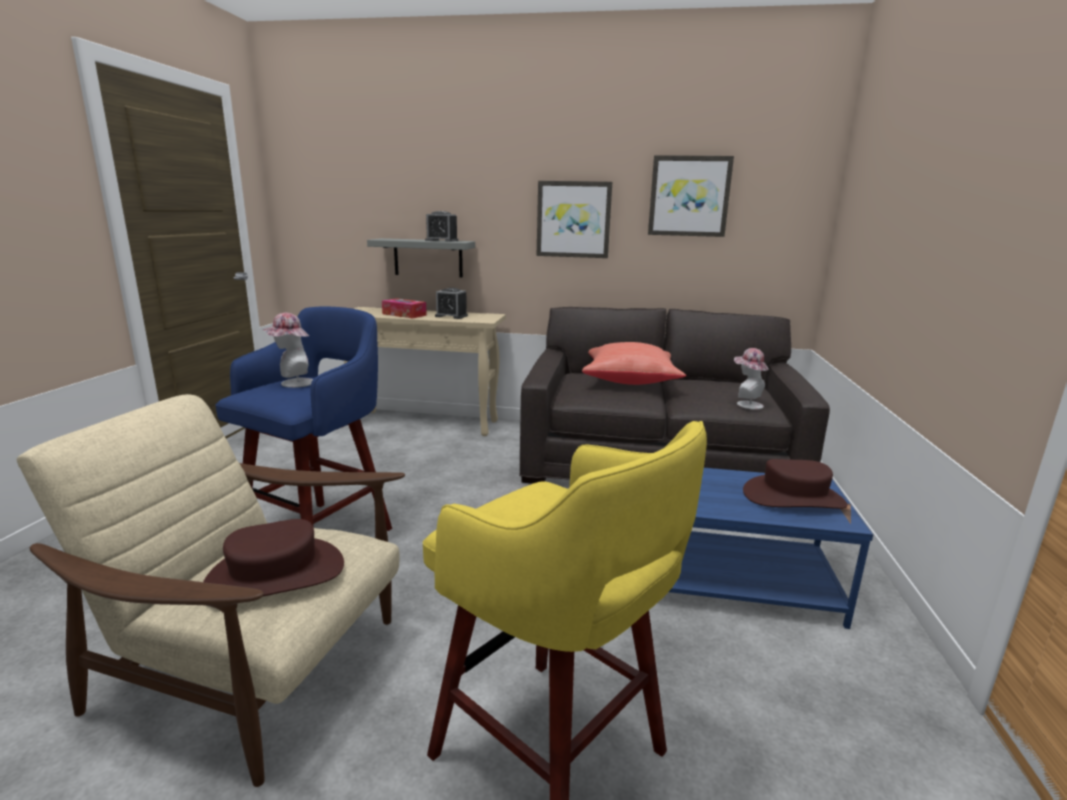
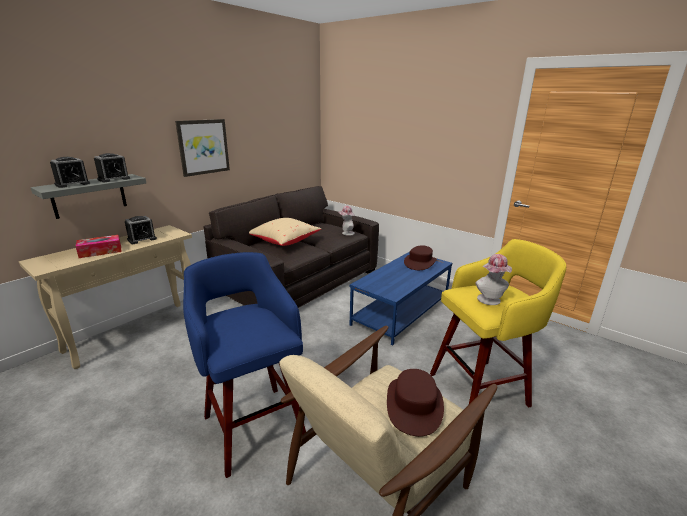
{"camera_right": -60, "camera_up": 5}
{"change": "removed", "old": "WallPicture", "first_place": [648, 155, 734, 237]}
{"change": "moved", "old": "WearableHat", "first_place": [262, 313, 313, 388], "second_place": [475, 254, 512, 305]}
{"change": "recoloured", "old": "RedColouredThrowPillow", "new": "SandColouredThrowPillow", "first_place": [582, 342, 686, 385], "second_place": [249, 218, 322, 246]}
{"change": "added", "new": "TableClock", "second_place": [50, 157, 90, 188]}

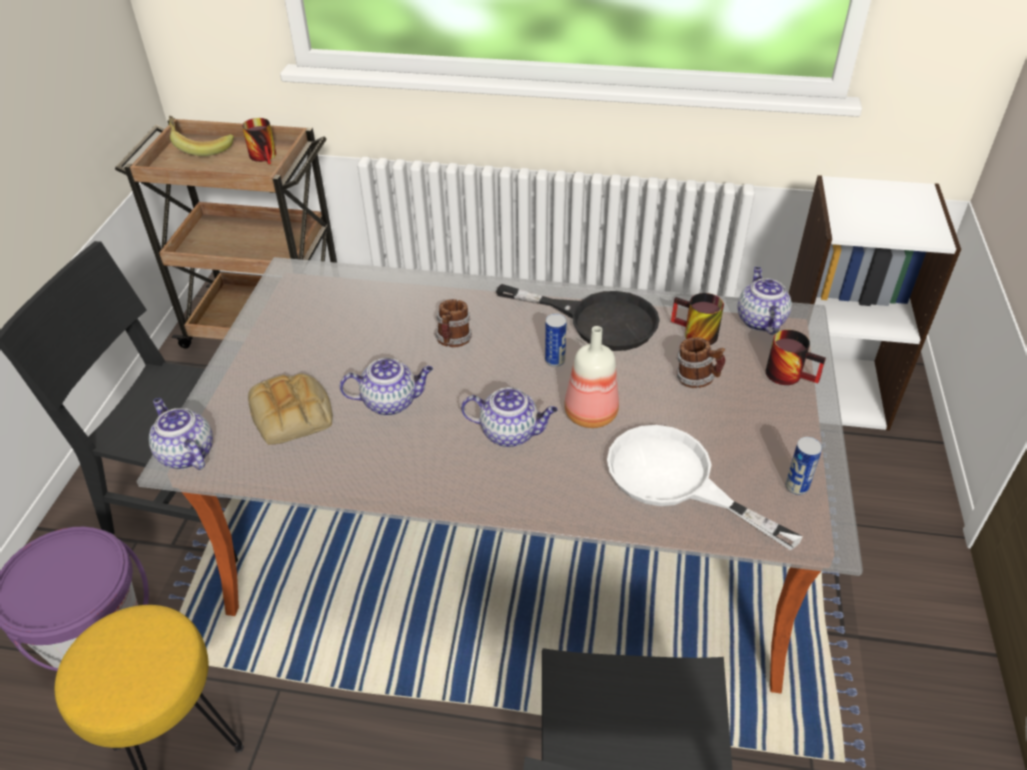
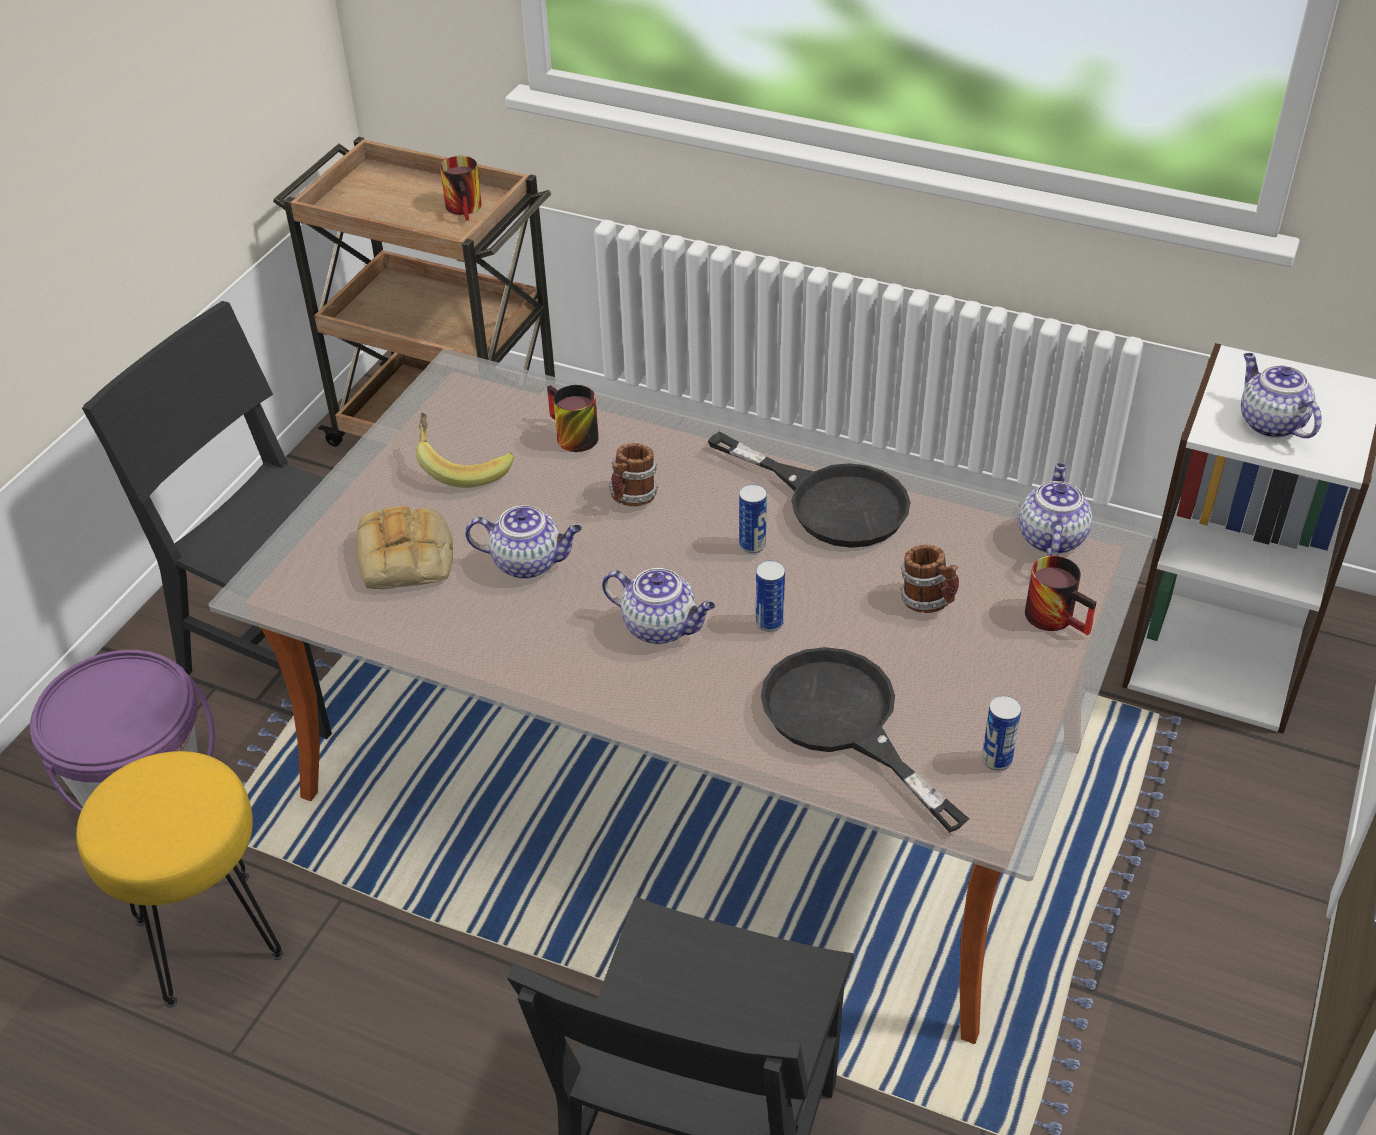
{"camera_right": 15, "camera_up": 0}
{"change": "moved", "old": "BananaFruit", "first_place": [169, 116, 234, 156], "second_place": [416, 413, 514, 488]}
{"change": "moved", "old": "TeaMug", "first_place": [671, 293, 724, 345], "second_place": [547, 385, 599, 452]}
{"change": "replaced", "old": "BeverageBottle", "new": "SealedCan", "first_place": [564, 326, 619, 428], "second_place": [756, 560, 785, 632]}
{"change": "moved", "old": "TeaPot", "first_place": [149, 398, 213, 470], "second_place": [1241, 353, 1322, 438]}
{"change": "recoloured", "old": "WhitishFryingPan", "new": "BlackFryingPan", "first_place": [607, 425, 803, 550], "second_place": [761, 647, 969, 833]}

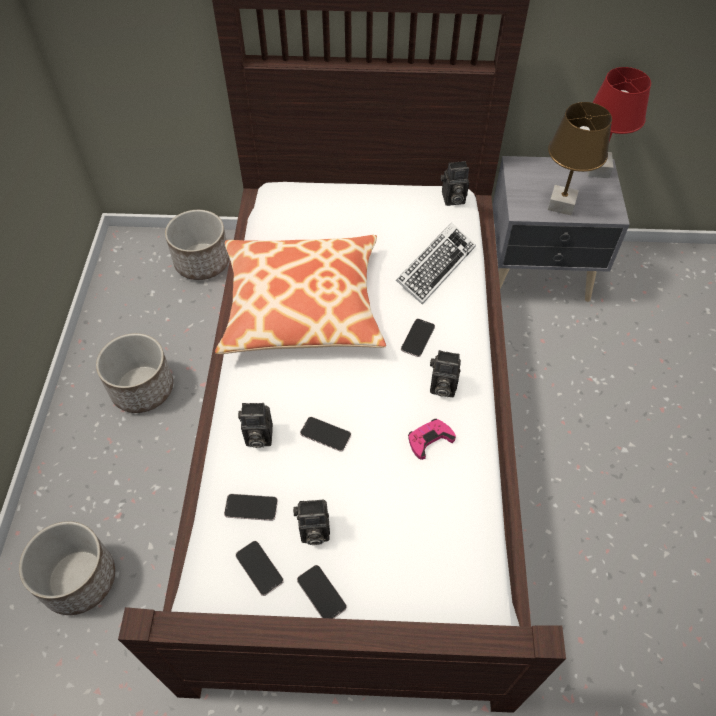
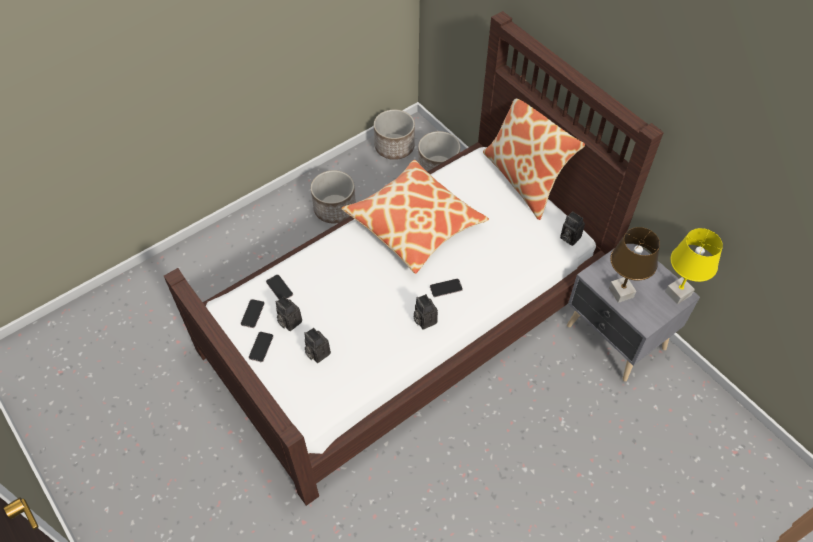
{"camera_right": 50, "camera_up": 0}
{"change": "recoloured", "old": "RedColouredTabletopLamp", "new": "YellowTabletopLamp", "first_place": [588, 67, 651, 178], "second_place": [665, 228, 723, 304]}
{"change": "removed", "old": "Keyboard", "first_place": [396, 222, 476, 304]}
{"change": "moved", "old": "PhotoCamera", "first_place": [238, 403, 273, 448], "second_place": [304, 328, 331, 363]}
{"change": "removed", "old": "Handset", "first_place": [300, 417, 351, 452]}
{"change": "removed", "old": "PinkColouredGameController", "first_place": [408, 419, 456, 460]}
{"change": "moved", "old": "Planter", "first_place": [19, 521, 115, 615], "second_place": [374, 109, 415, 160]}
{"change": "added", "new": "ThrowPillow", "second_place": [483, 99, 585, 220]}

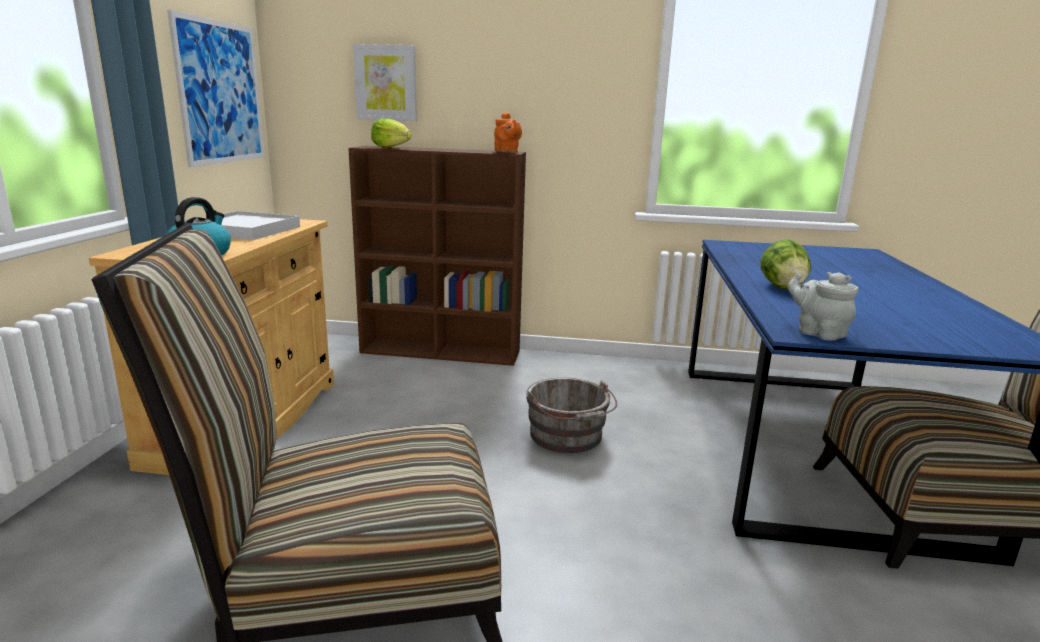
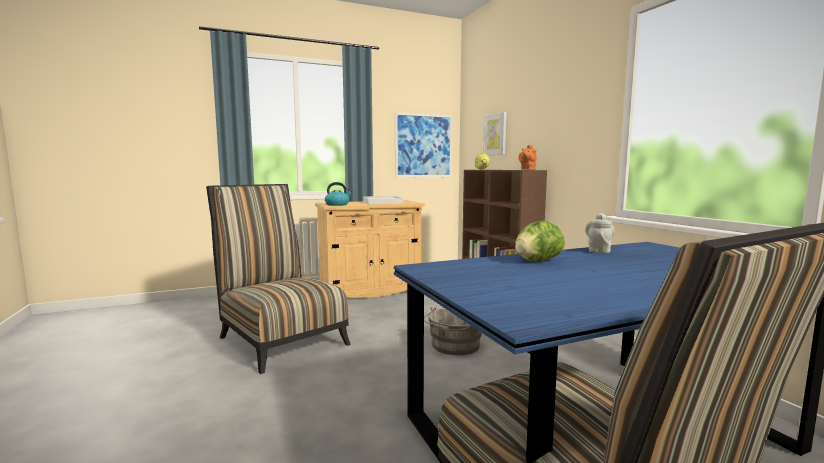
{"camera_right": 60, "camera_up": -10}
{"change": "moved", "old": "GrayTeaPot", "first_place": [788, 272, 858, 341], "second_place": [585, 213, 615, 253]}

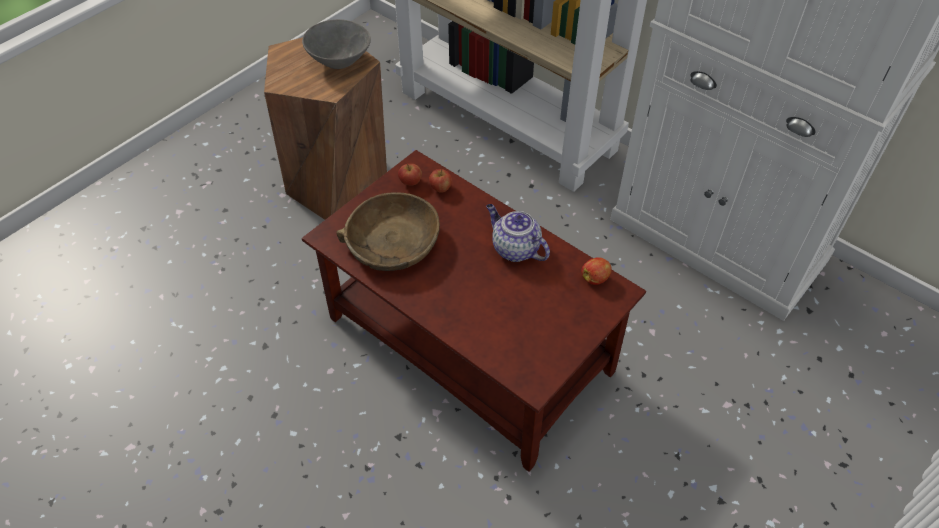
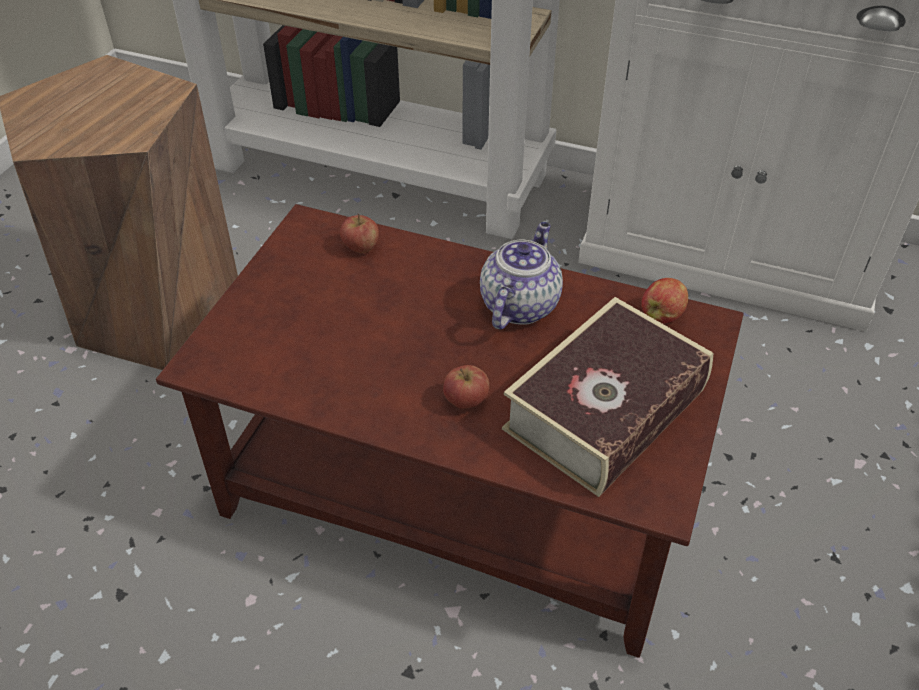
{"camera_right": -20, "camera_up": -5}
{"change": "removed", "old": "GrayBowl", "first_place": [302, 19, 371, 69]}
{"change": "moved", "old": "Apple", "first_place": [398, 164, 422, 186], "second_place": [443, 365, 489, 409]}
{"change": "removed", "old": "BrownishBowl", "first_place": [336, 192, 440, 271]}
{"change": "turned", "old": "TeaPot", "first_place": [486, 204, 550, 262], "second_place": [480, 222, 563, 330], "degrees": 90}
{"change": "added", "new": "BoundBook", "second_place": [502, 297, 713, 497]}

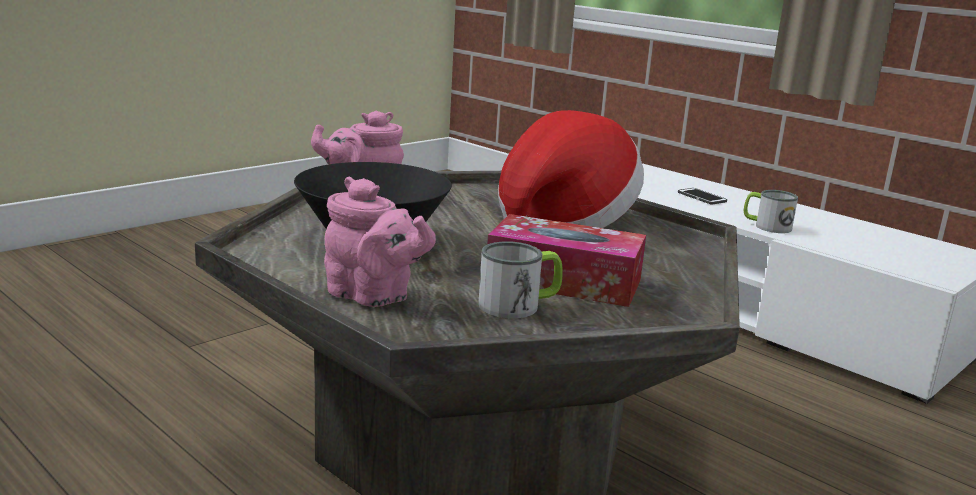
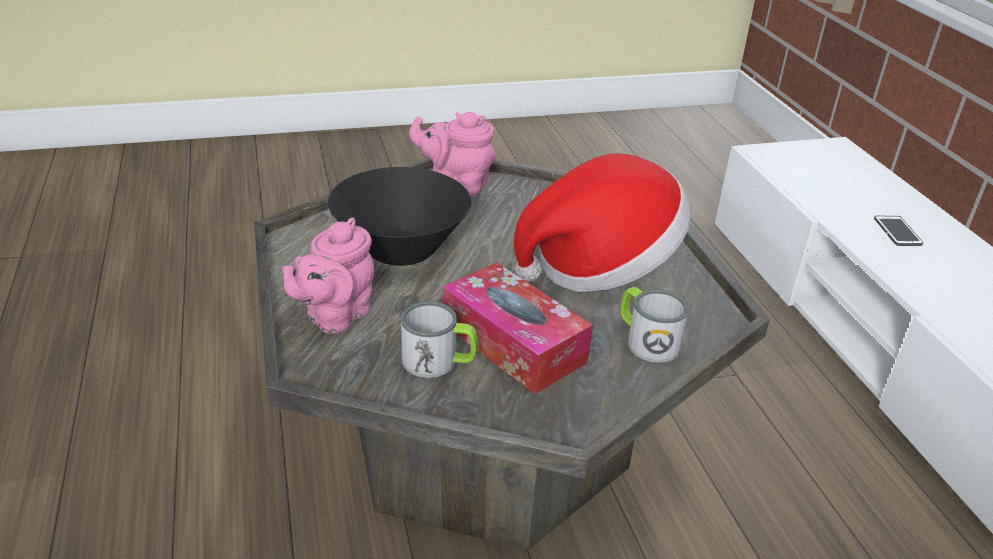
{"camera_right": 30, "camera_up": 15}
{"change": "turned", "old": "PinkColouredTeaPot", "first_place": [324, 177, 436, 307], "second_place": [282, 218, 374, 334], "degrees": 60}
{"change": "moved", "old": "TeaMug", "first_place": [744, 190, 798, 233], "second_place": [620, 287, 688, 363]}

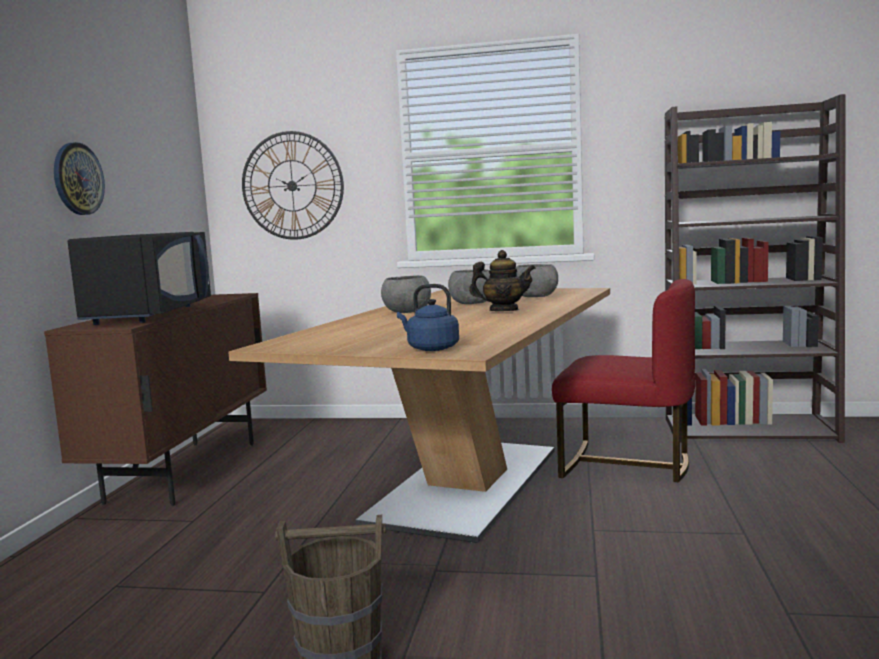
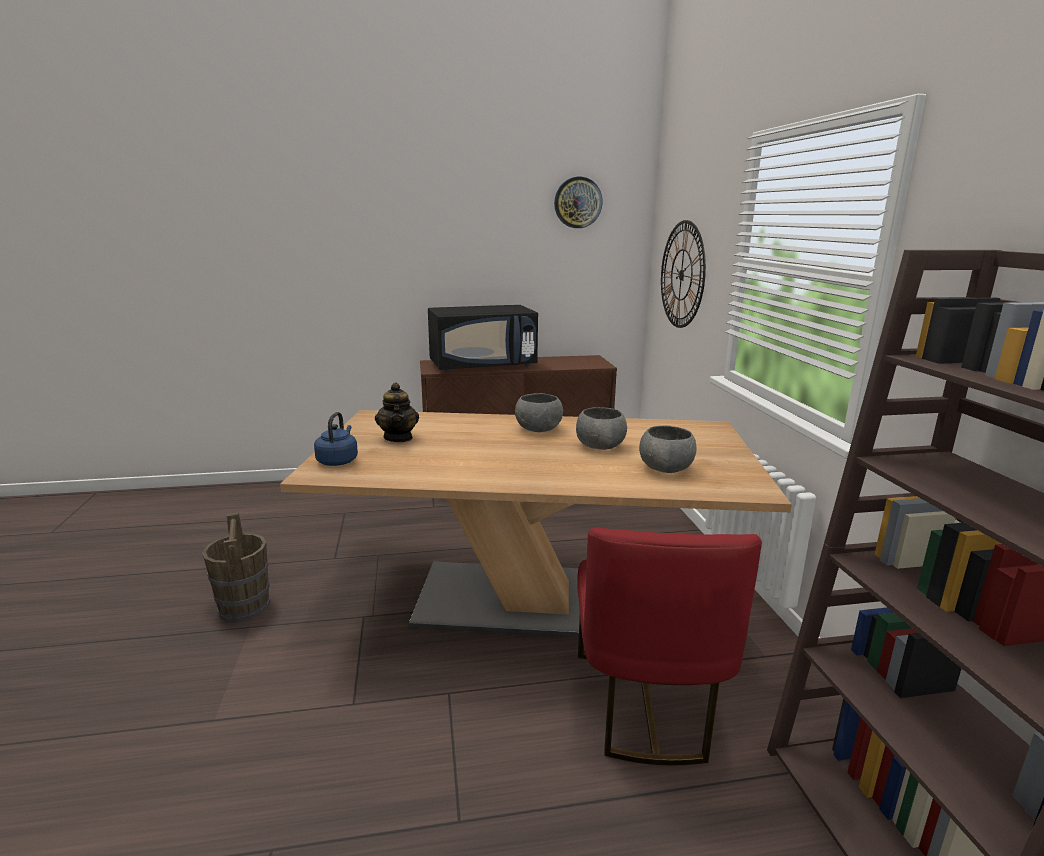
{"camera_right": 70, "camera_up": 10}
{"change": "moved", "old": "WallClock", "first_place": [54, 142, 105, 215], "second_place": [554, 177, 603, 228]}
{"change": "moved", "old": "TeaPot", "first_place": [469, 250, 536, 311], "second_place": [375, 382, 419, 442]}

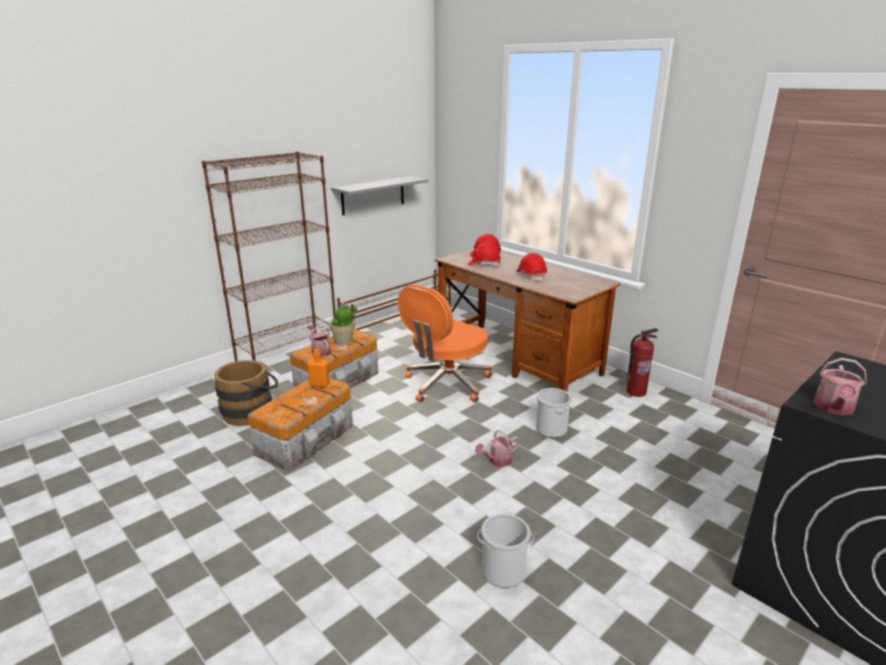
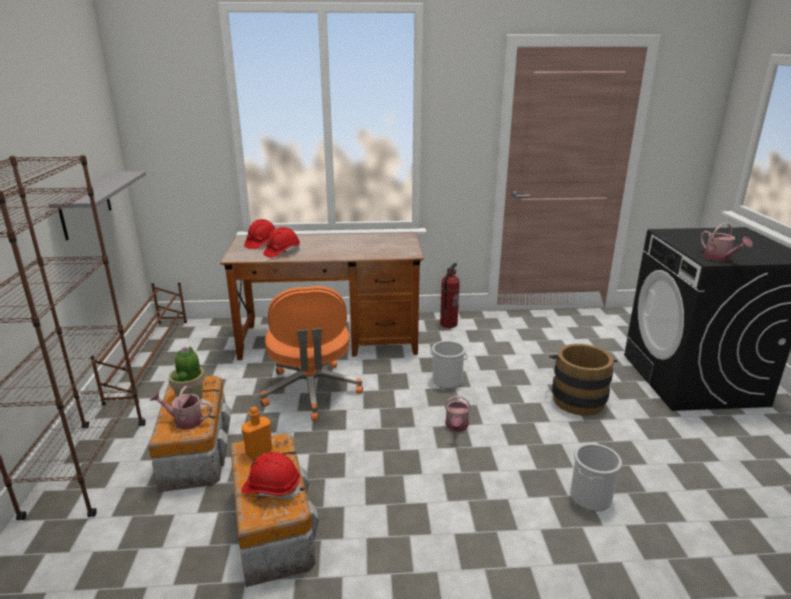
{"camera_right": -50, "camera_up": 0}
{"change": "moved", "old": "RedColouredHardHat", "first_place": [516, 253, 547, 281], "second_place": [242, 452, 301, 500]}
{"change": "moved", "old": "BrownishWaterBucket", "first_place": [214, 360, 278, 426], "second_place": [549, 344, 617, 416]}

